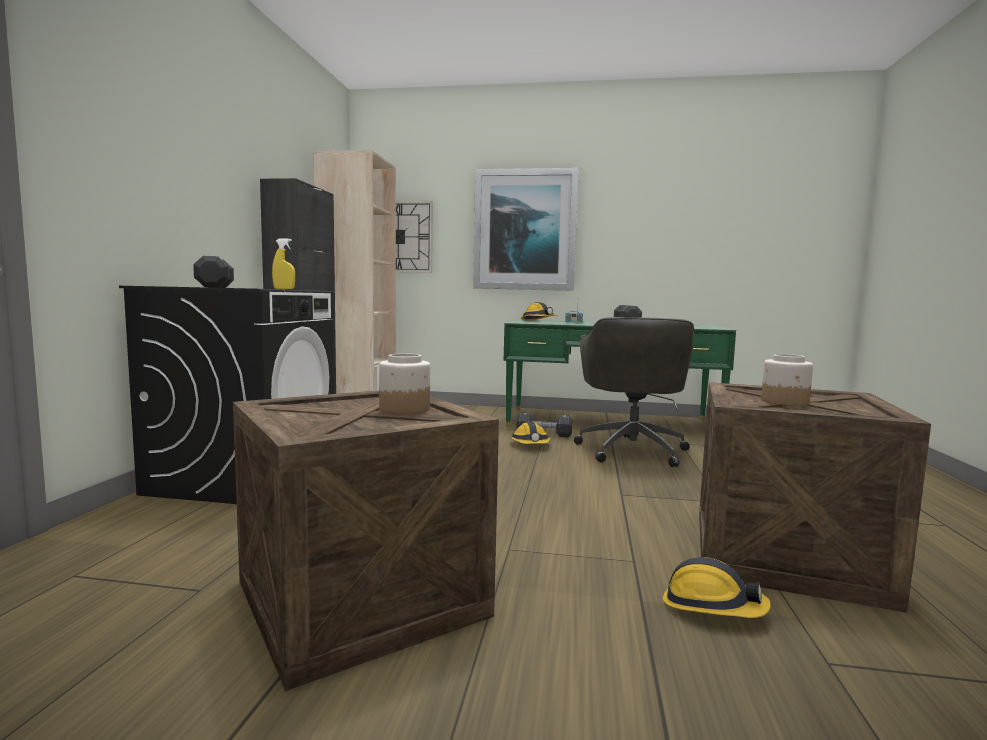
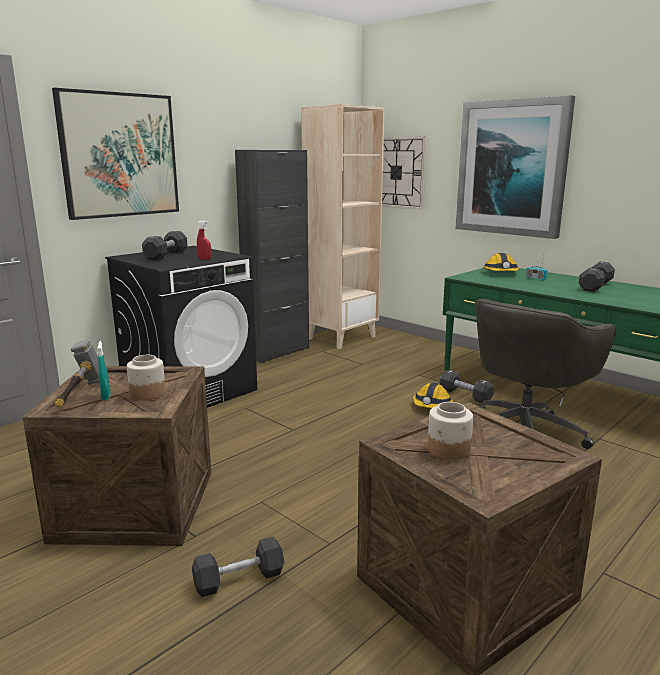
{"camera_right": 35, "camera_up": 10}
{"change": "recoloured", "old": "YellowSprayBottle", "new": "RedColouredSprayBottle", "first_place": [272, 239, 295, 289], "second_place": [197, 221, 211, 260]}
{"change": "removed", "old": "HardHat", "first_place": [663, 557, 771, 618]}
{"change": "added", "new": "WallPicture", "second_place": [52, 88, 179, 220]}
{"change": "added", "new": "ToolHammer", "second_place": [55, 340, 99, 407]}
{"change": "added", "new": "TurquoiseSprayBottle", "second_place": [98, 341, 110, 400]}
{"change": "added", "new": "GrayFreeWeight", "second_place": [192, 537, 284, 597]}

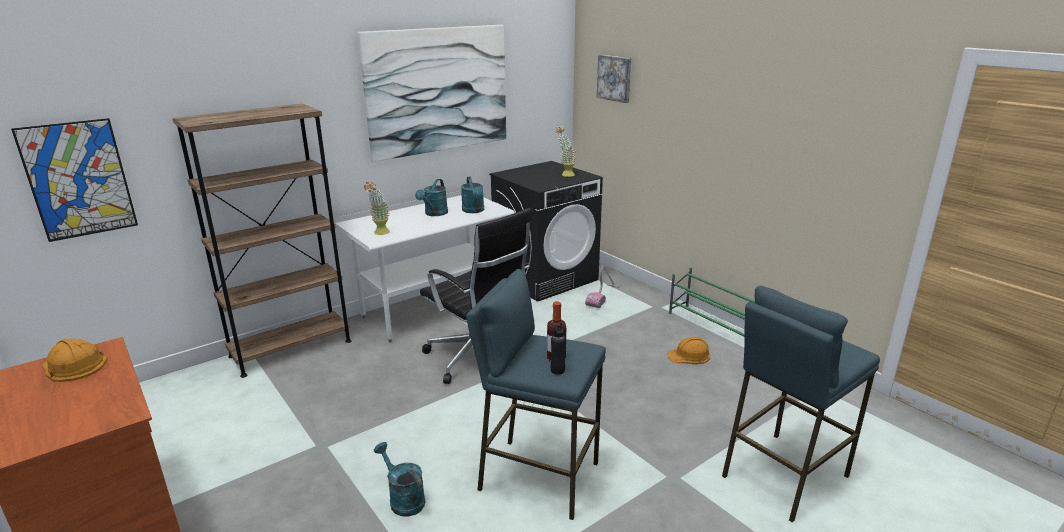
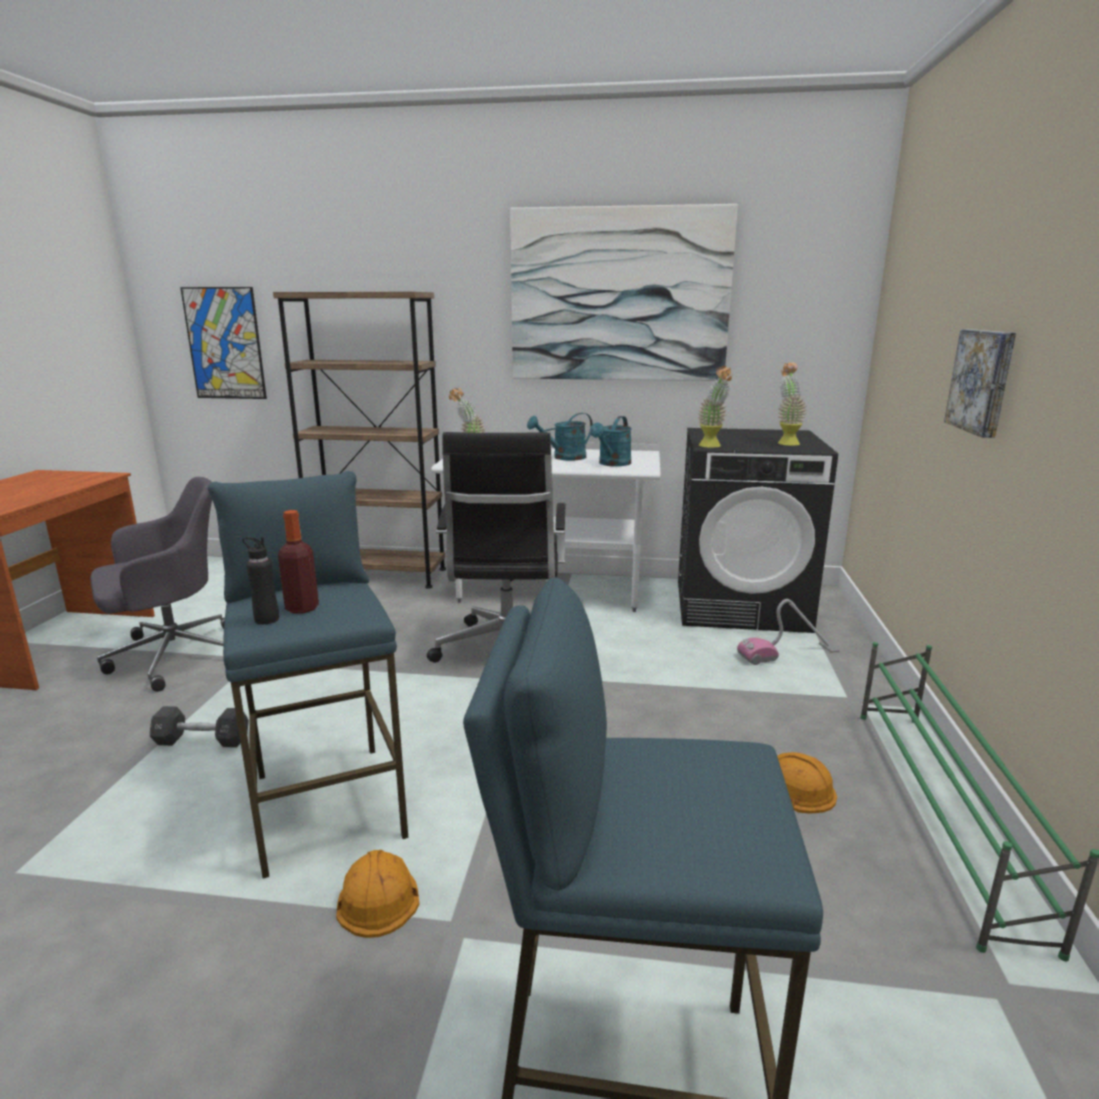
{"camera_right": 45, "camera_up": -5}
{"change": "moved", "old": "WallPicture", "first_place": [597, 55, 631, 103], "second_place": [944, 329, 1016, 438]}
{"change": "moved", "old": "OrangeyHardHat", "first_place": [42, 339, 107, 382], "second_place": [336, 850, 420, 938]}
{"change": "replaced", "old": "TurquoiseSprinklingCan", "new": "BlackFreeWeight", "first_place": [374, 442, 425, 517], "second_place": [150, 706, 249, 748]}
{"change": "added", "new": "PlantInAPot", "second_place": [698, 366, 733, 448]}
{"change": "added", "new": "GrayComputerChair", "second_place": [90, 477, 225, 692]}

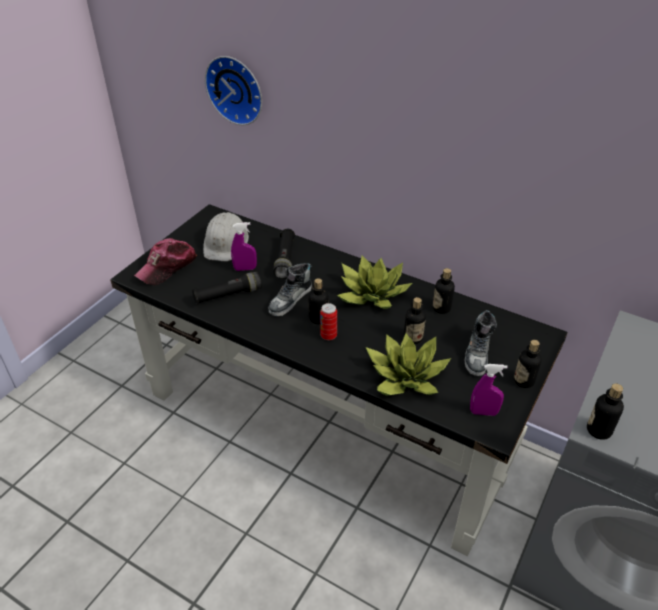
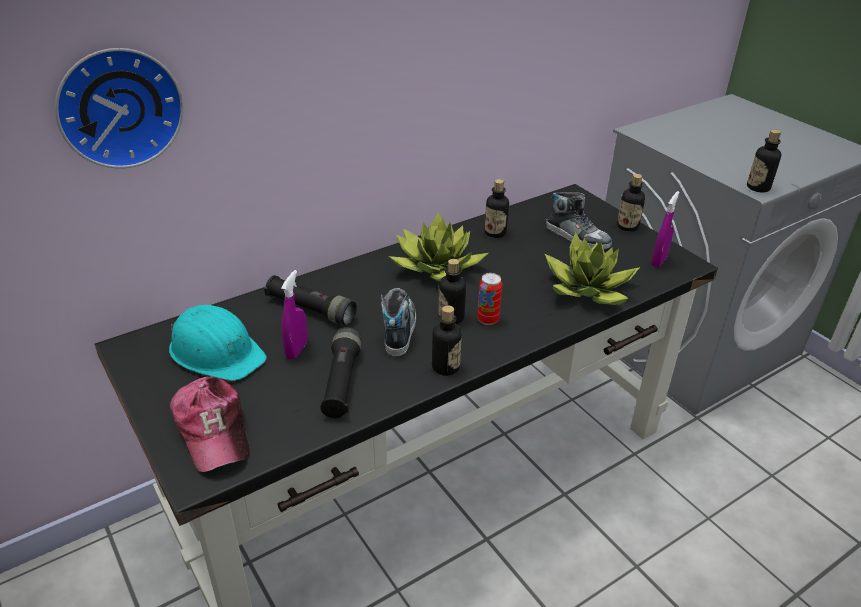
{"camera_right": -65, "camera_up": -5}
{"change": "recoloured", "old": "WhitishHardHat", "new": "TurquoiseHardHat", "first_place": [203, 212, 249, 261], "second_place": [169, 305, 267, 381]}
{"change": "turned", "old": "LowShoe", "first_place": [268, 263, 312, 316], "second_place": [381, 288, 416, 356], "degrees": -150}
{"change": "moved", "old": "BeverageBottle", "first_place": [404, 297, 426, 344], "second_place": [432, 305, 462, 376]}

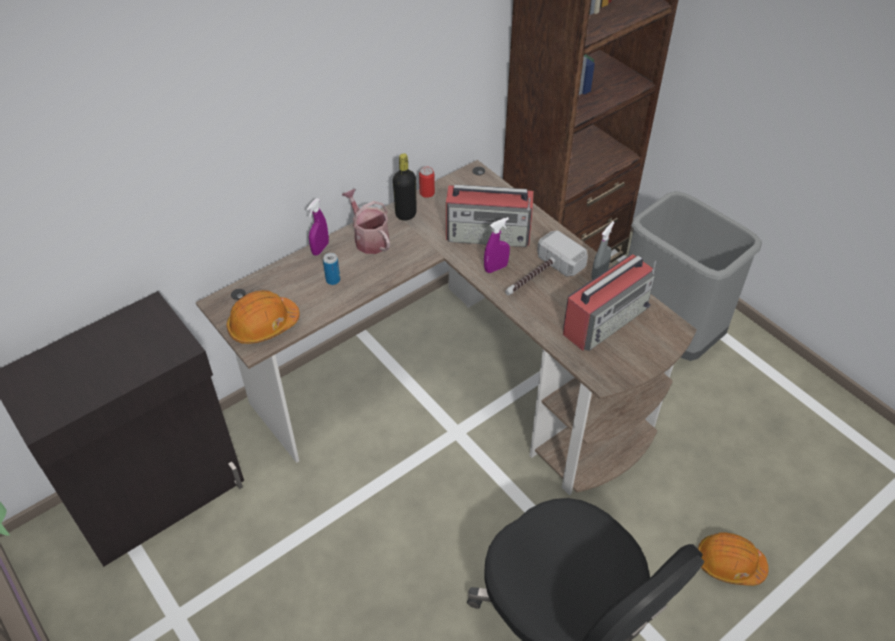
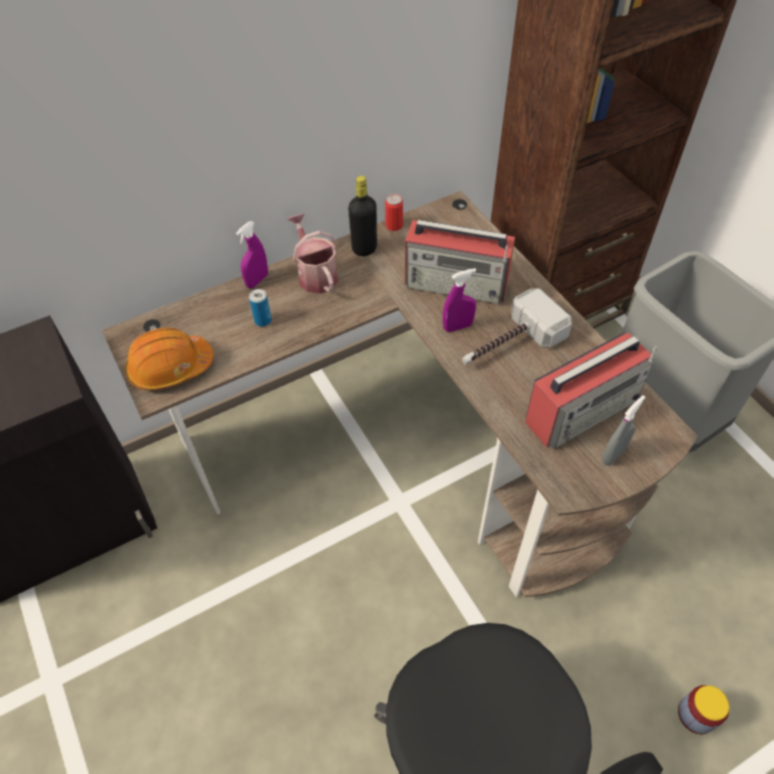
{"camera_right": 10, "camera_up": 5}
{"change": "moved", "old": "GraySprayBottle", "first_place": [591, 221, 615, 280], "second_place": [602, 395, 645, 466]}
{"change": "replaced", "old": "OrangeyHardHat", "new": "PreserveJar", "first_place": [698, 532, 769, 586], "second_place": [678, 685, 729, 734]}

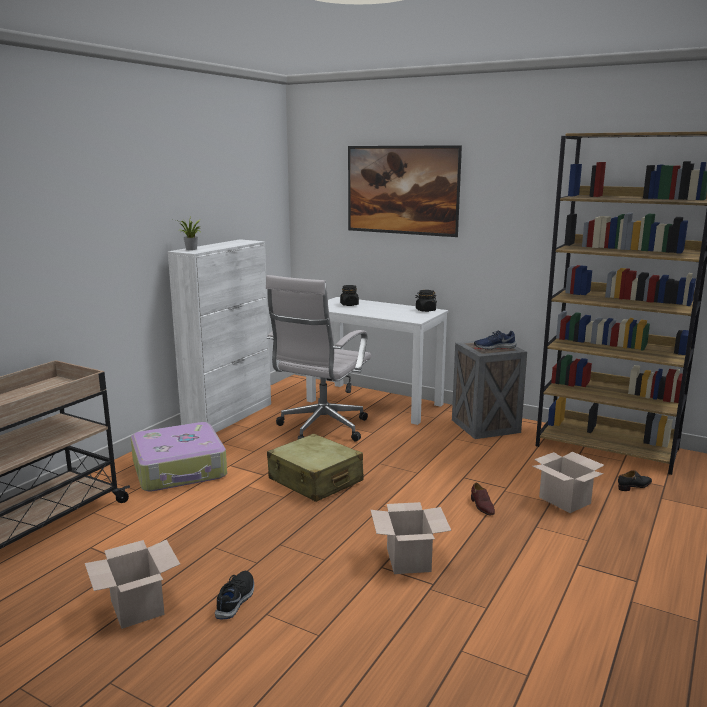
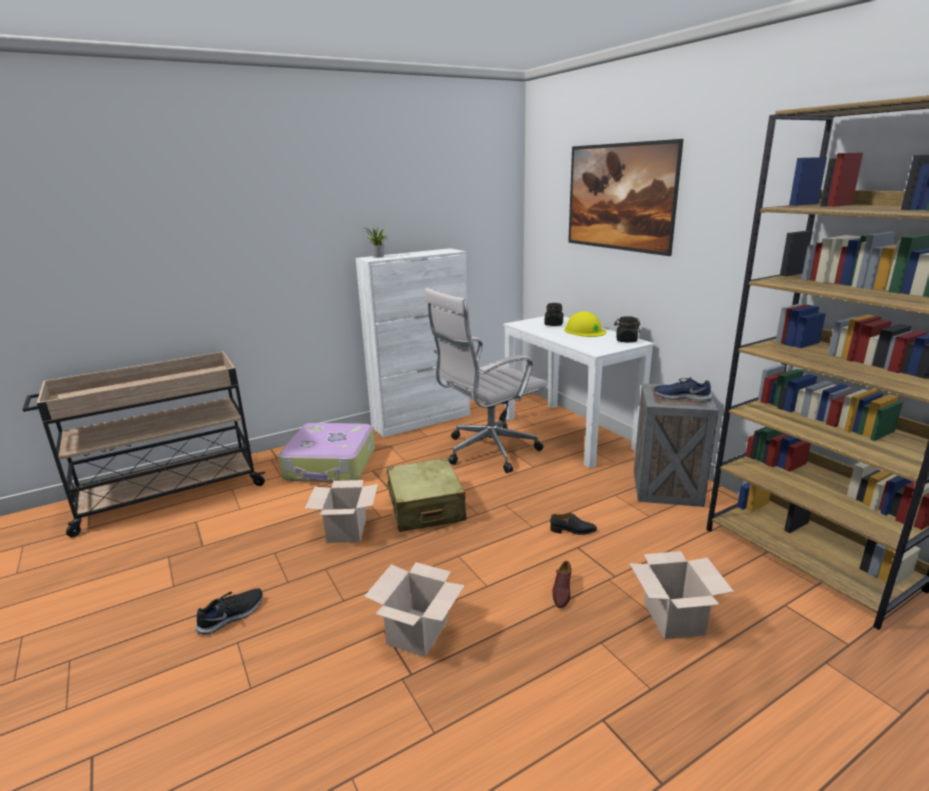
{"camera_right": 30, "camera_up": 5}
{"change": "moved", "old": "BlackLowShoe", "first_place": [618, 470, 652, 491], "second_place": [550, 513, 597, 535]}
{"change": "moved", "old": "PackingBox", "first_place": [85, 540, 180, 629], "second_place": [305, 480, 378, 543]}
{"change": "added", "new": "YellowHardHat", "second_place": [564, 311, 606, 337]}

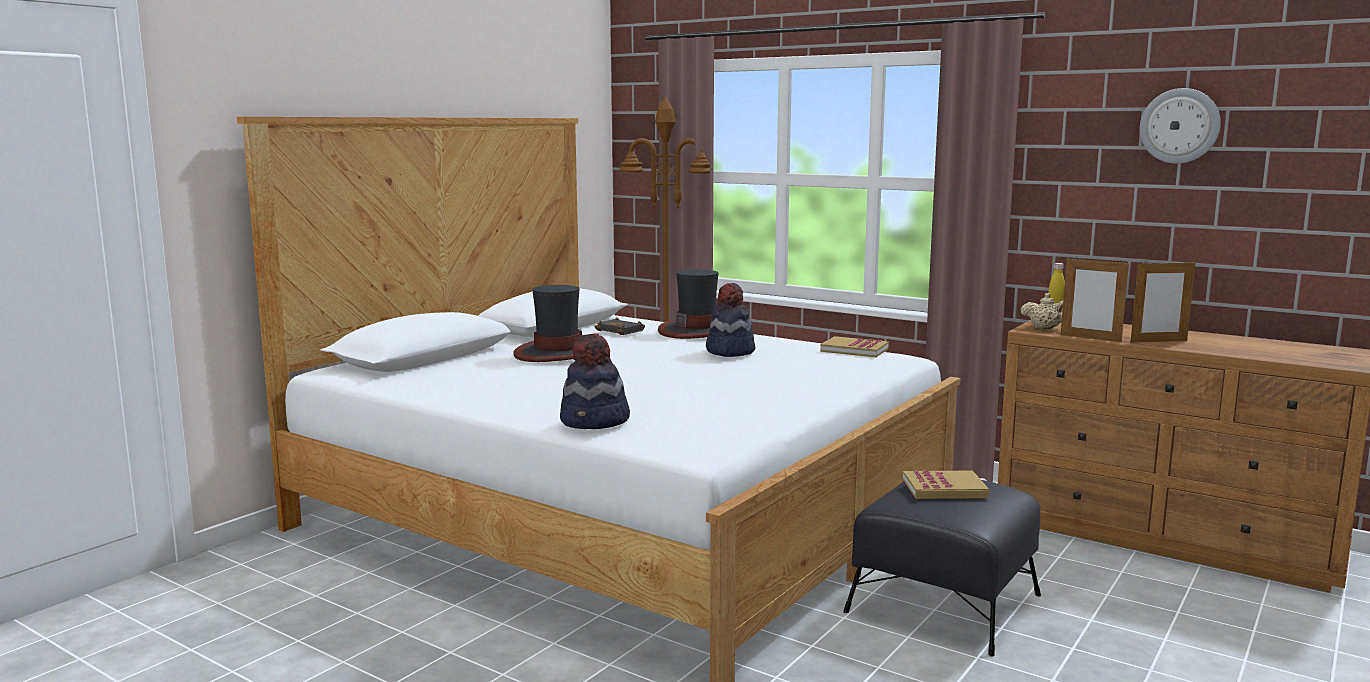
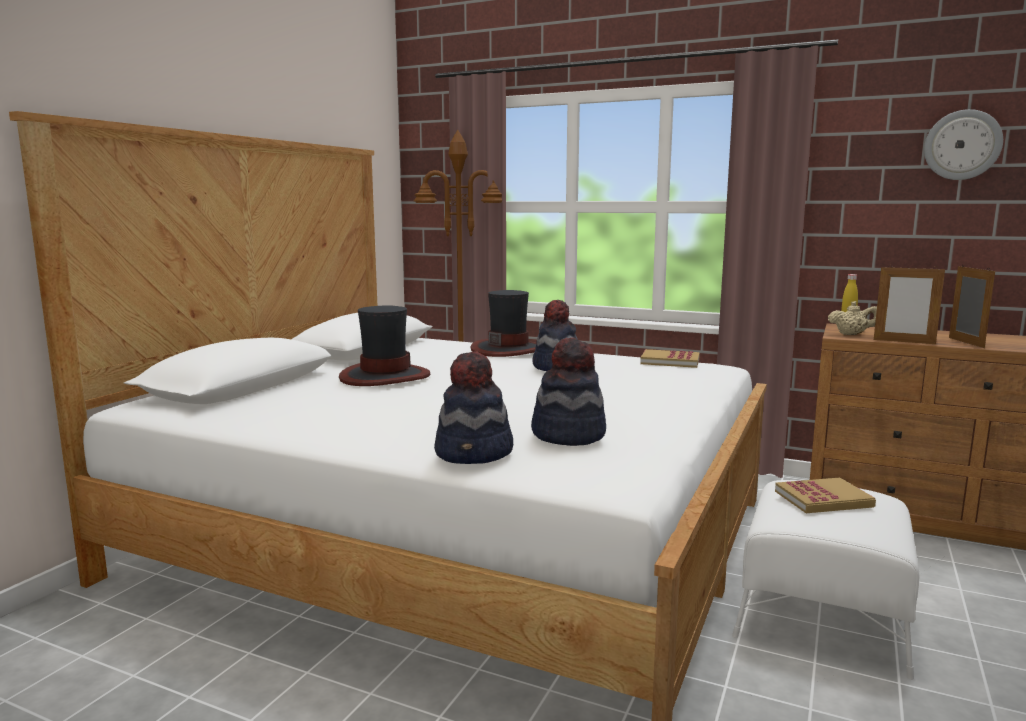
{"camera_right": -10, "camera_up": 0}
{"change": "turned", "old": "PhotoFrame", "first_place": [1131, 260, 1195, 343], "second_place": [949, 264, 995, 348], "degrees": -75}
{"change": "removed", "old": "BlackBoundBook", "first_place": [595, 317, 645, 335]}
{"change": "recoloured", "old": "BlackFootrest", "new": "WhitishFootrest", "first_place": [843, 480, 1041, 656], "second_place": [732, 480, 920, 680]}
{"change": "added", "new": "WearableHat", "second_place": [531, 337, 606, 446]}

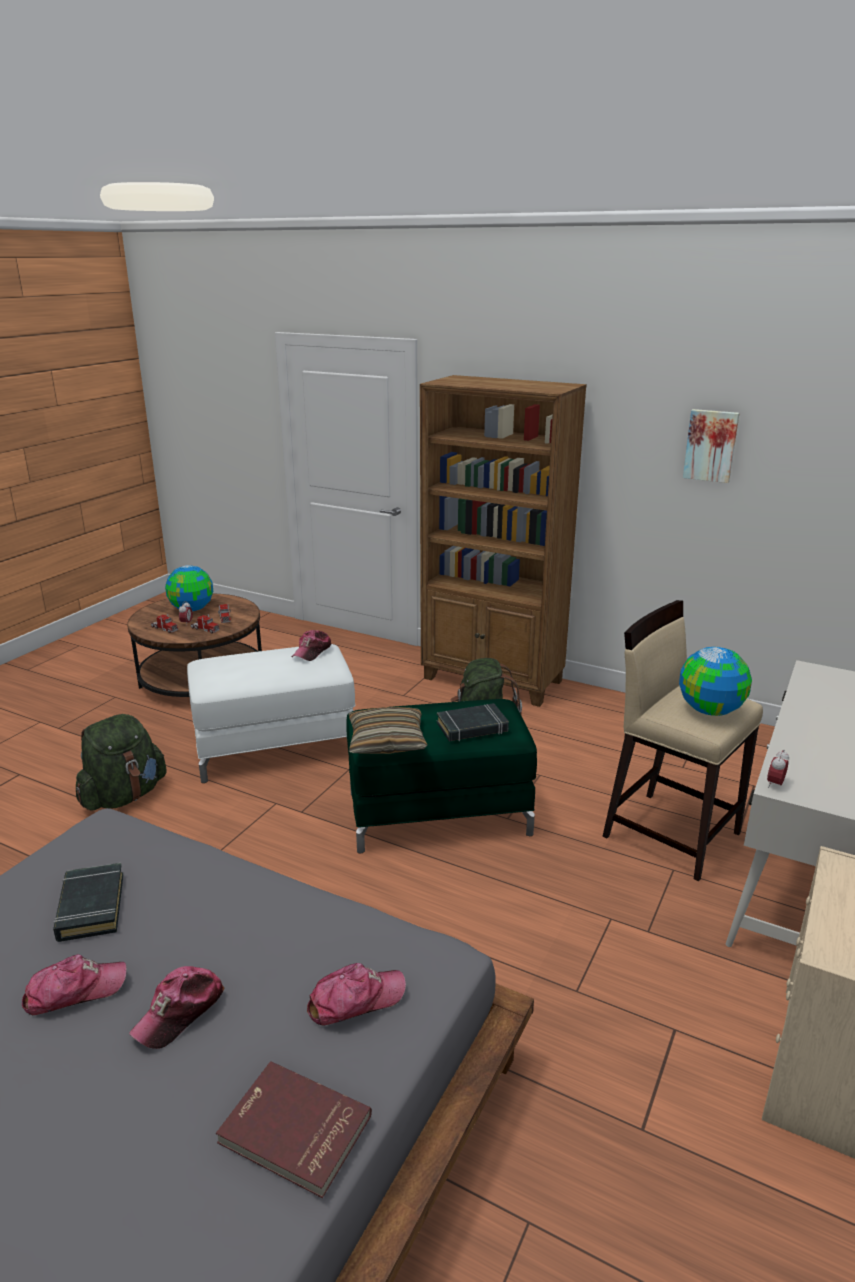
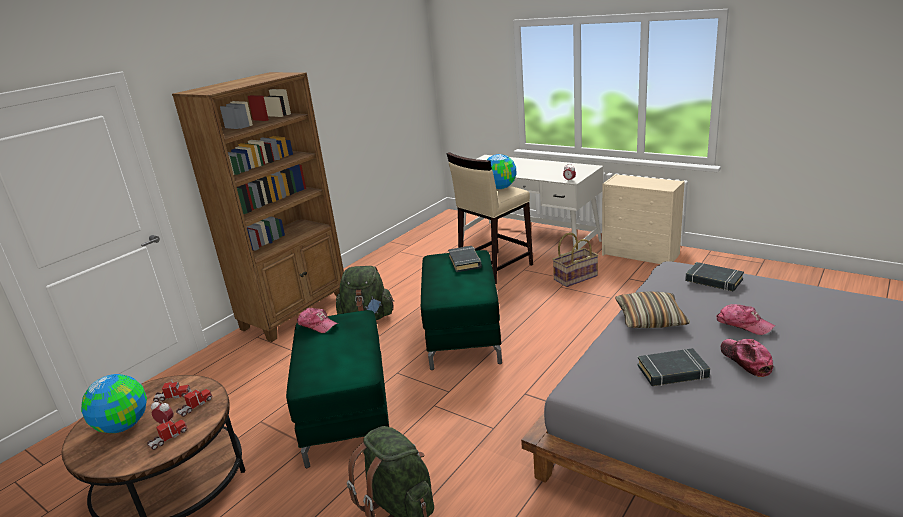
{"camera_right": -80, "camera_up": 0}
{"change": "removed", "old": "WallPicture", "first_place": [683, 409, 740, 483]}
{"change": "recoloured", "old": "WhitishFootrest", "new": "GreenishFootrest", "first_place": [187, 644, 355, 783], "second_place": [286, 310, 389, 468]}
{"change": "moved", "old": "ThrowPillow", "first_place": [348, 707, 427, 754], "second_place": [615, 291, 690, 328]}
{"change": "replaced", "old": "BaseballCap", "new": "BlackBoundBook", "first_place": [307, 963, 406, 1025], "second_place": [685, 262, 744, 292]}
{"change": "removed", "old": "RedColouredBoundBook", "first_place": [216, 1062, 372, 1198]}
{"change": "added", "new": "StorageBasket", "second_place": [552, 233, 598, 287]}

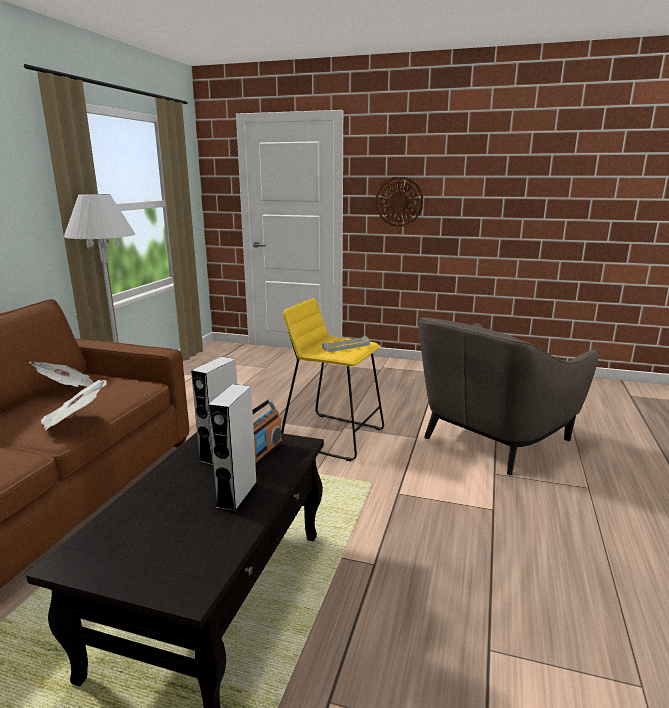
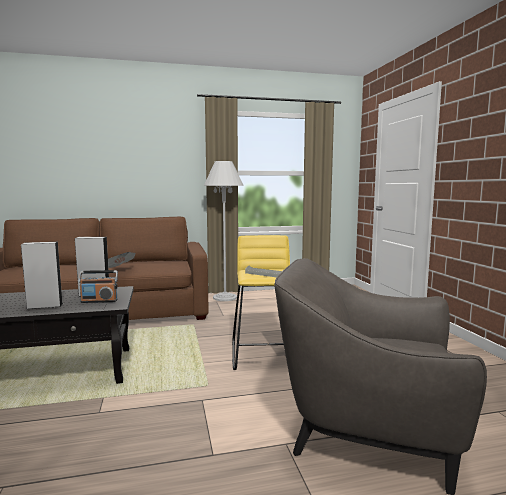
{"camera_right": 60, "camera_up": -10}
{"change": "removed", "old": "WallClock", "first_place": [376, 177, 423, 227]}
{"change": "removed", "old": "DailyPaper", "first_place": [29, 362, 93, 387]}

